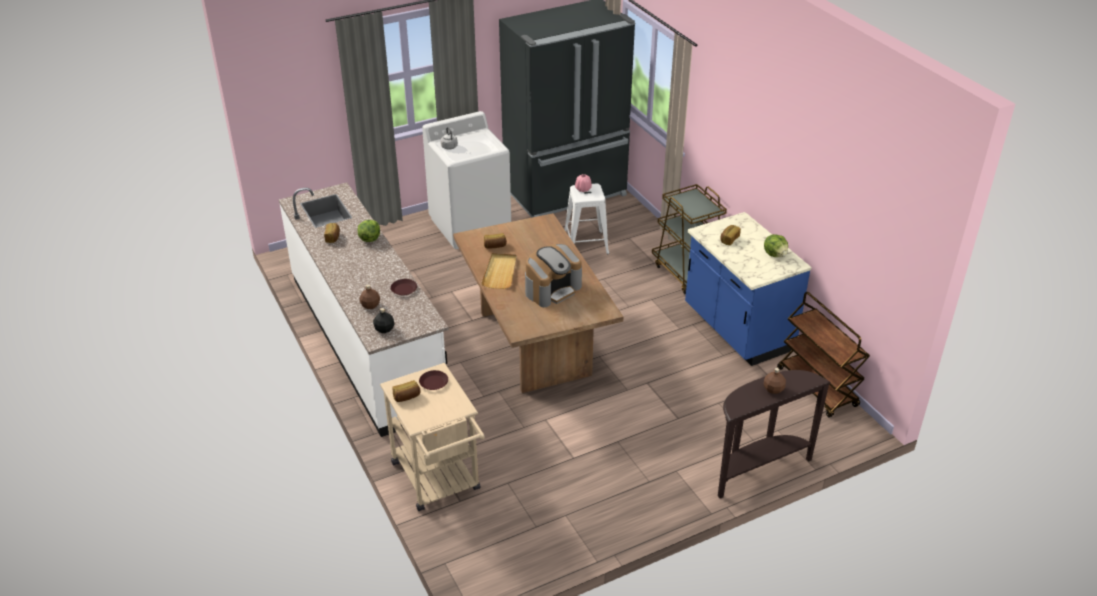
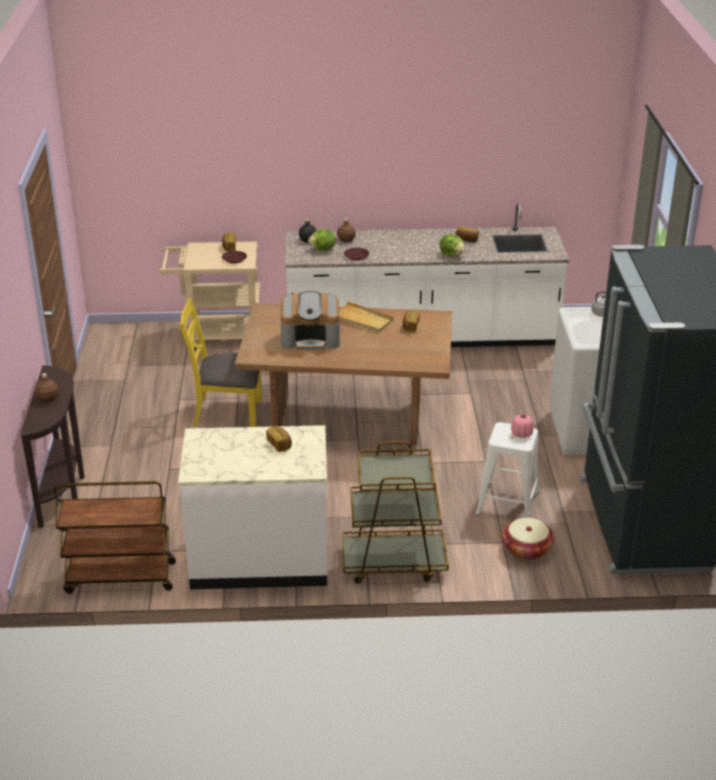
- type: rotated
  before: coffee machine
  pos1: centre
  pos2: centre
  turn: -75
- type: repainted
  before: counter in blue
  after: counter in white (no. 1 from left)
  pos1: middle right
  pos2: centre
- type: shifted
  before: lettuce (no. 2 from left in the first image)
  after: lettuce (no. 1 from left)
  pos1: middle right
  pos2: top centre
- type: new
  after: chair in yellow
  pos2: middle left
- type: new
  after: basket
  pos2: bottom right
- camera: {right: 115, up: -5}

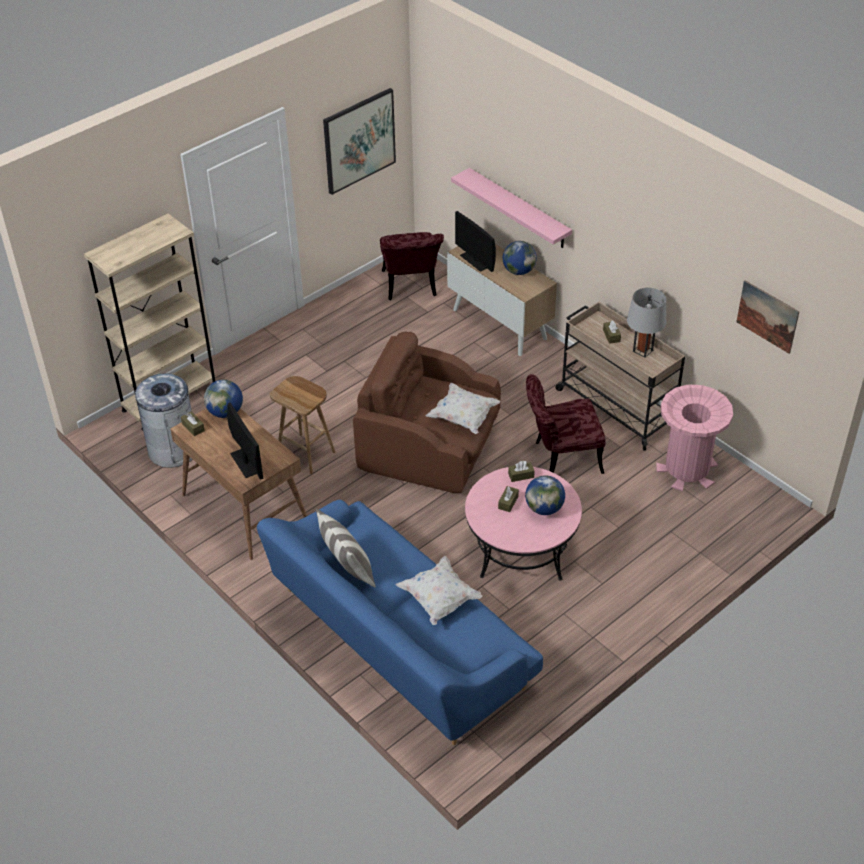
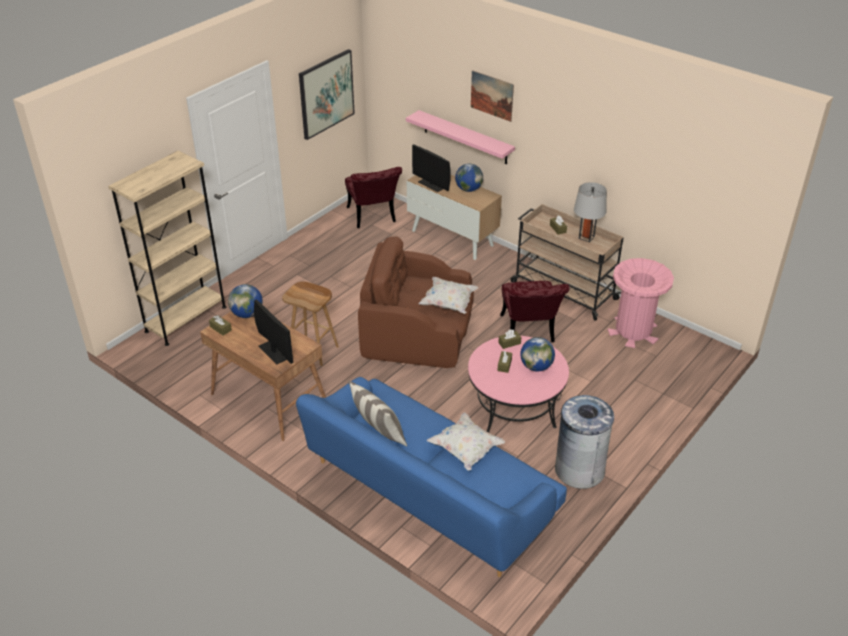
- type: shifted
  before: trash can in grey
  pos1: middle left
  pos2: bottom right
- type: rotated
  before: chair in red (no. 2 from left)
  pos1: centre
  pos2: centre
  turn: -75
- type: shifted
  before: picture (no. 2 from left)
  pos1: middle right
  pos2: top centre
- camera: {right: -10, up: -5}

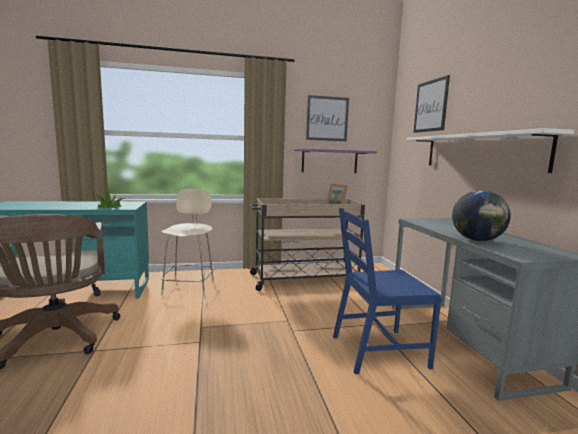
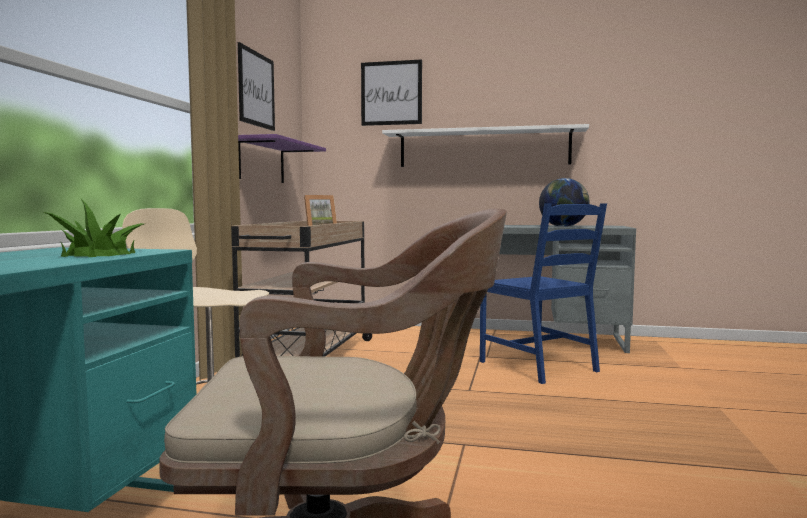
- type: rotated
  before: chair in blue
  pos1: bottom right
  pos2: middle right
  turn: -45
- camera: {right: -65, up: -5}

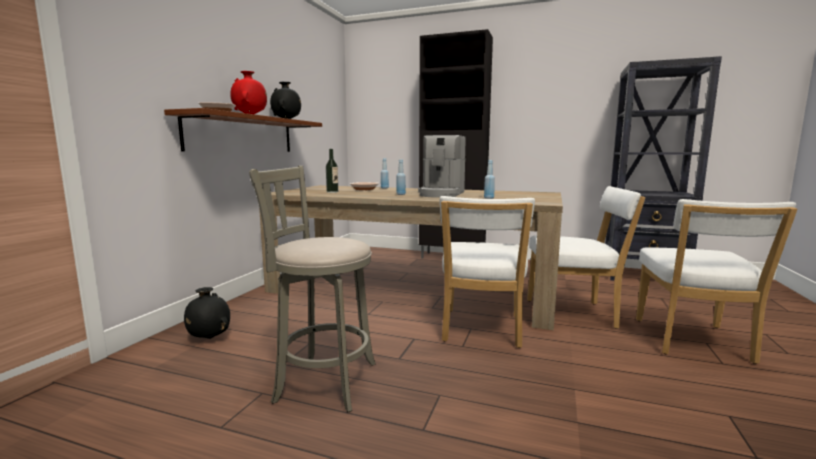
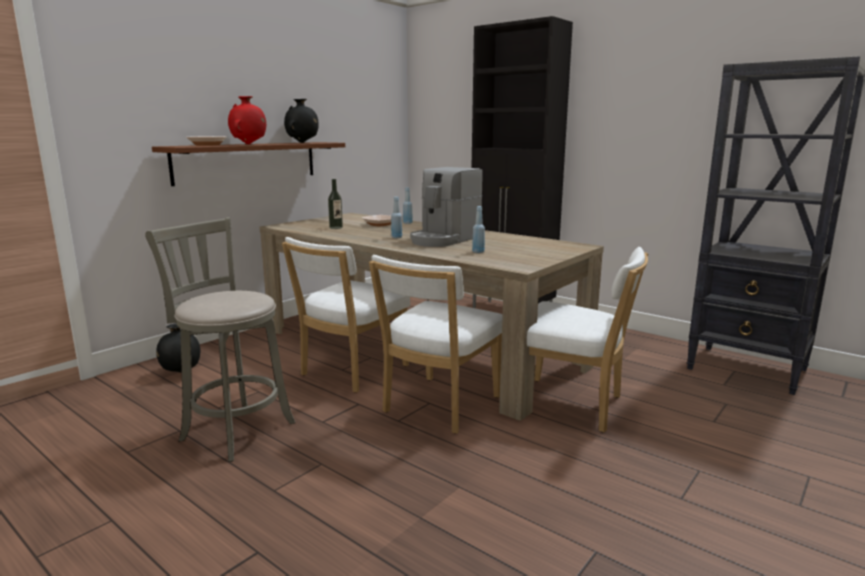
- type: shifted
  before: chair in white (no. 3 from left in the first image)
  after: chair in white (no. 1 from left)
  pos1: middle right
  pos2: centre
- camera: {right: 20, up: 5}

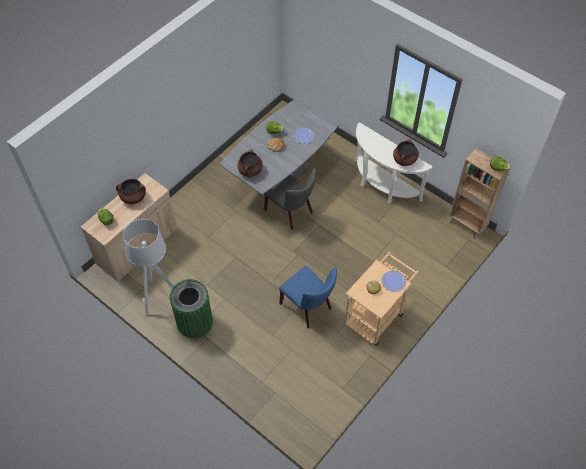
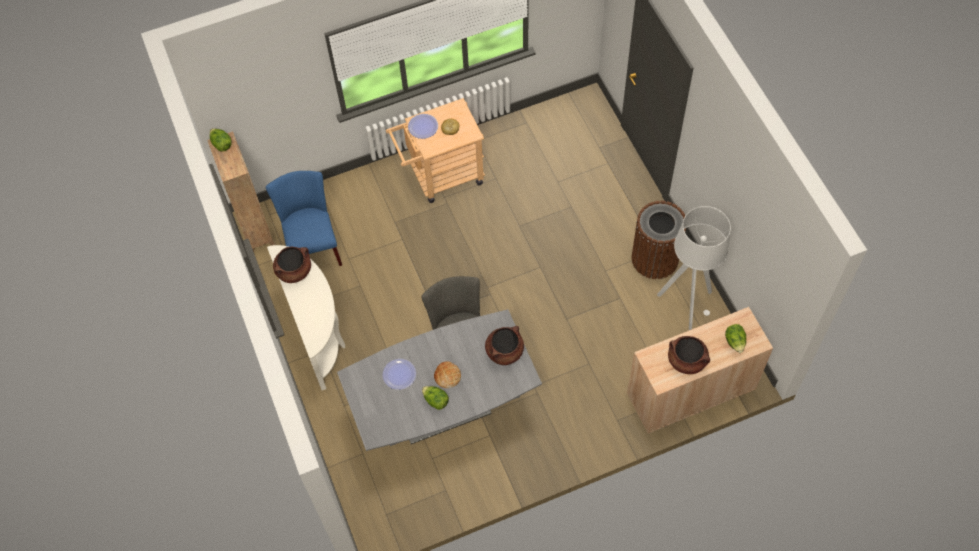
- type: repainted
  before: trash can in green
  after: trash can in brown
  pos1: middle left
  pos2: middle right
- type: shifted
  before: chair in blue
  pos1: centre
  pos2: middle left
- camera: {right: -150, up: 5}

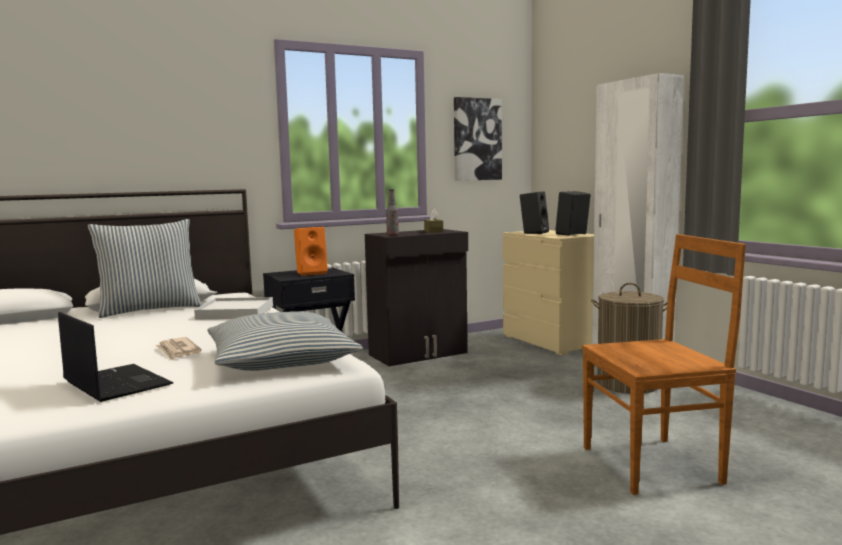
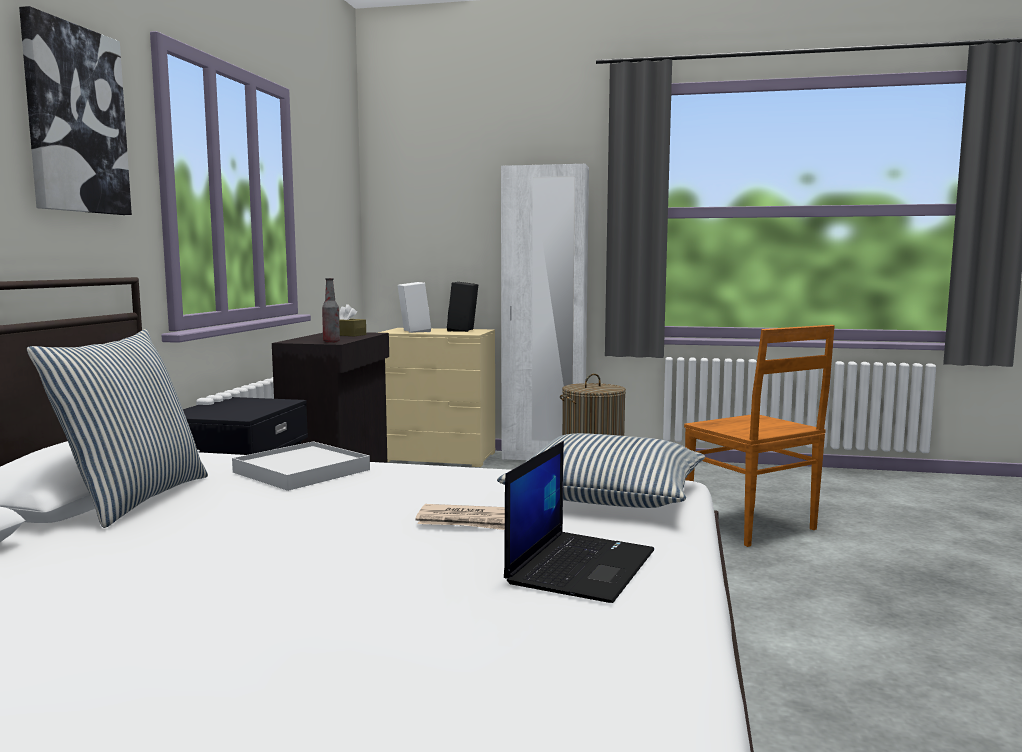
- type: rotated
  before: laptop
  pos1: middle left
  pos2: bottom centre
  turn: 120
- type: gone
  before: speaker in orange
  pos1: centre
- type: shifted
  before: picture
  pos1: top centre
  pos2: top left
- type: repainted
  before: speaker in black (no. 1 from left)
  after: speaker in white
  pos1: centre
  pos2: centre
- type: rotated
  before: chair in brown
  pos1: bottom right
  pos2: middle right
  turn: 120
- camera: {right: -50, up: 0}

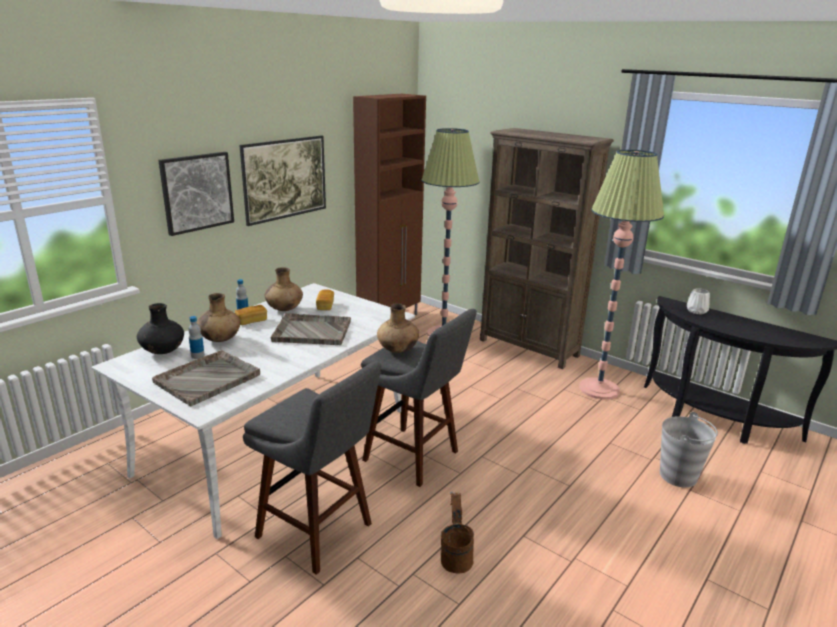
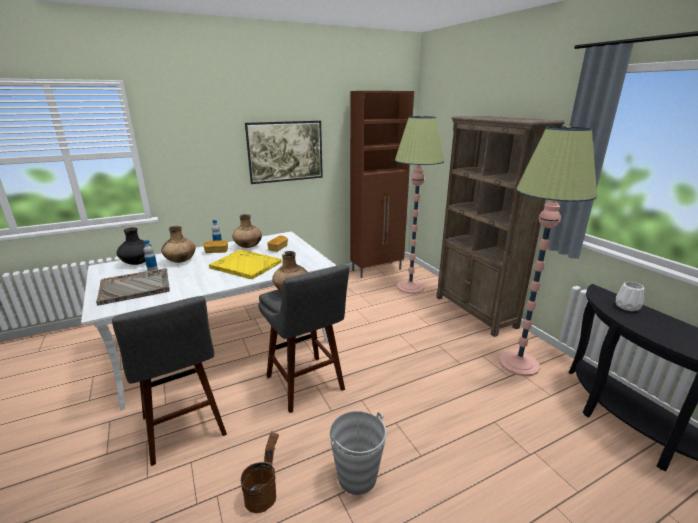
- type: gone
  before: picture (no. 1 from left)
  pos1: top left
- type: repainted
  before: tray in grey (no. 2 from left)
  after: tray in yellow
  pos1: centre
  pos2: centre
- type: shifted
  before: bucket in grey
  pos1: bottom right
  pos2: bottom centre
- camera: {right: 25, up: 0}

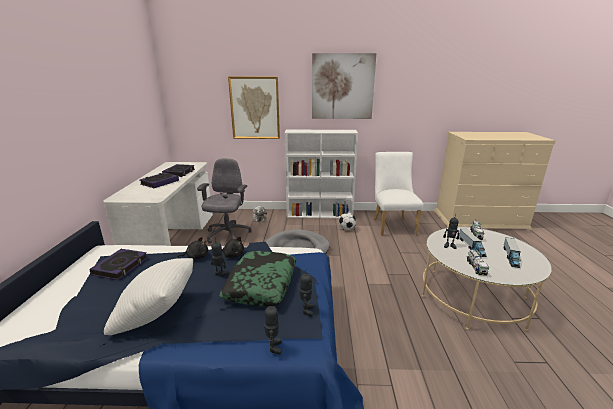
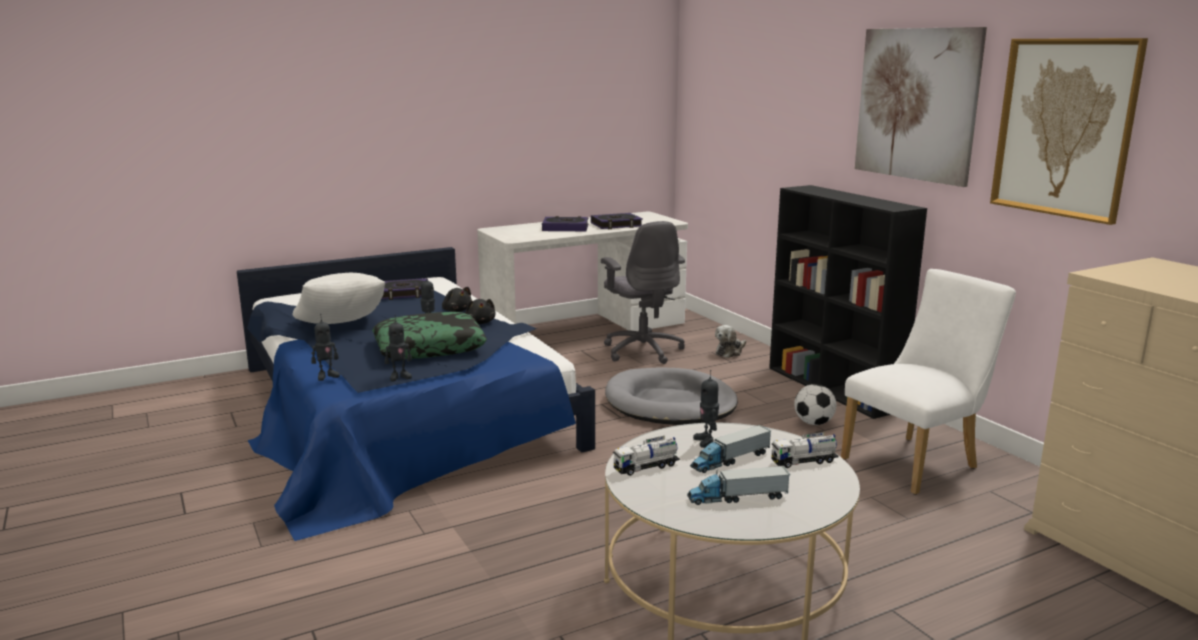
- type: rotated
  before: office chair in grey
  pos1: centre
  pos2: centre
  turn: 90
- type: shifted
  before: picture (no. 1 from left in the first image)
  after: picture (no. 2 from left)
  pos1: top centre
  pos2: top right
- type: repainted
  before: bookcase in white
  after: bookcase in black
  pos1: centre
  pos2: middle right
- camera: {right: 60, up: -5}

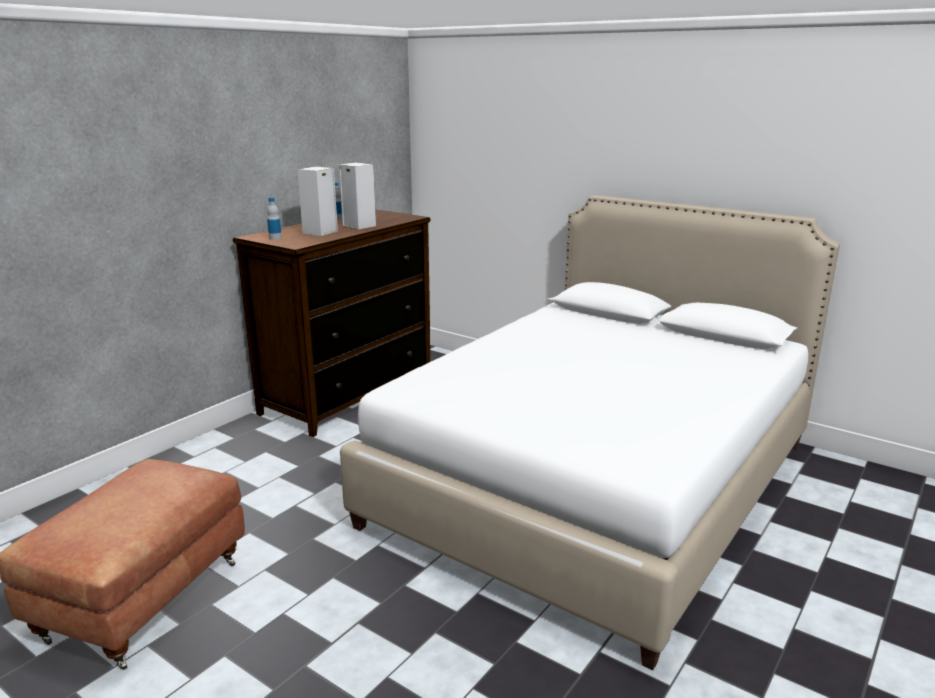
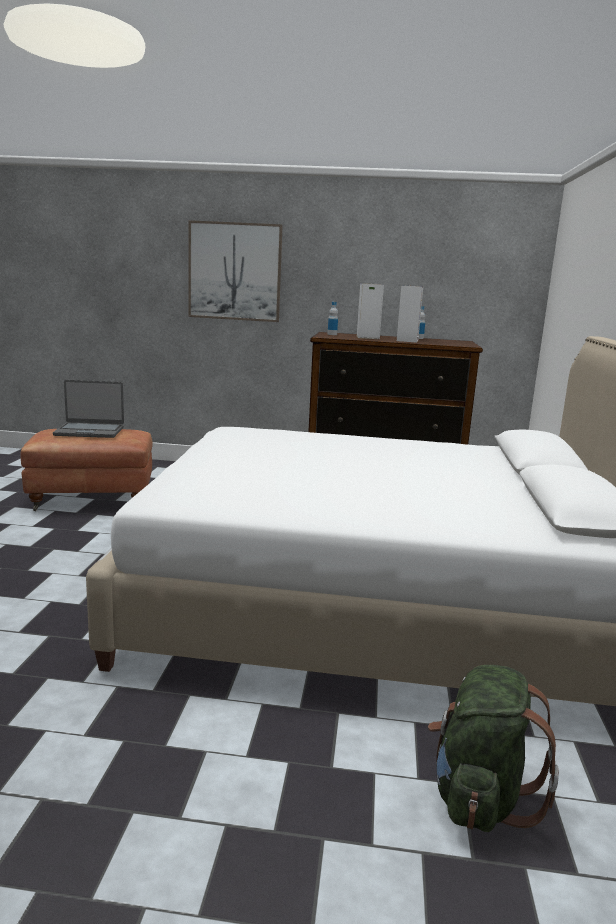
- type: new
  after: laptop
  pos2: middle left
- type: new
  after: picture
  pos2: top centre
- type: new
  after: backpack in green
  pos2: bottom right
- camera: {right: 60, up: -5}

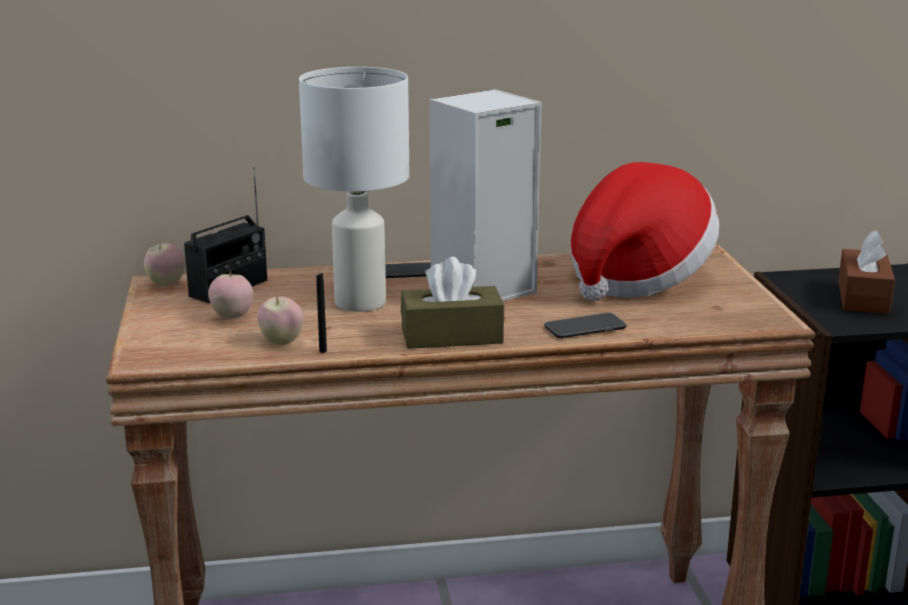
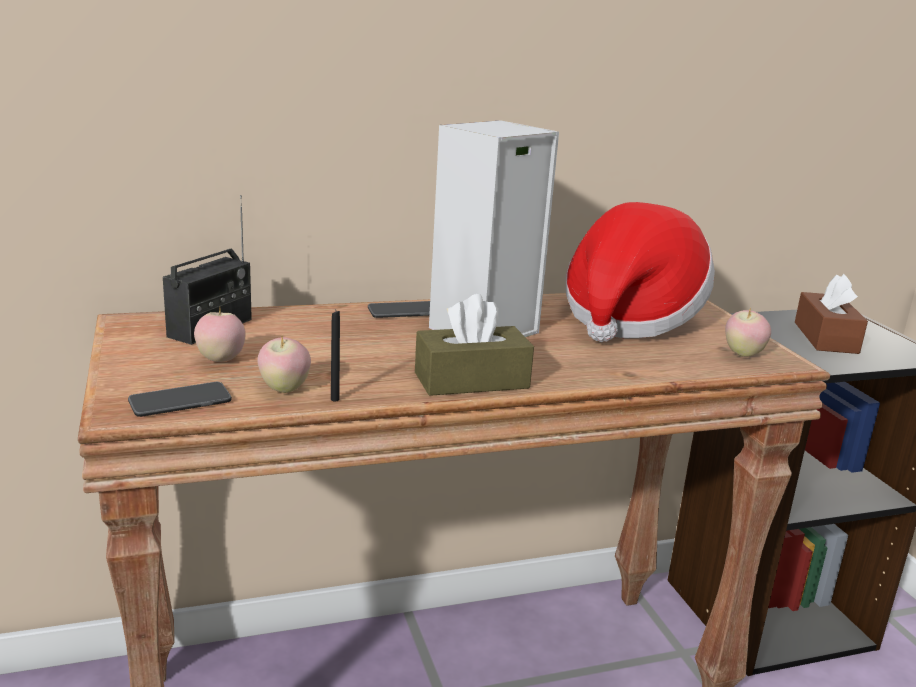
- type: shifted
  before: apple (no. 1 from left in the first image)
  after: apple (no. 3 from left)
  pos1: middle left
  pos2: middle right
- type: gone
  before: table lamp in white
  pos1: top centre
- type: shifted
  before: phone (no. 2 from left in the first image)
  after: phone (no. 1 from left)
  pos1: centre
  pos2: middle left
- camera: {right: -10, up: 0}

